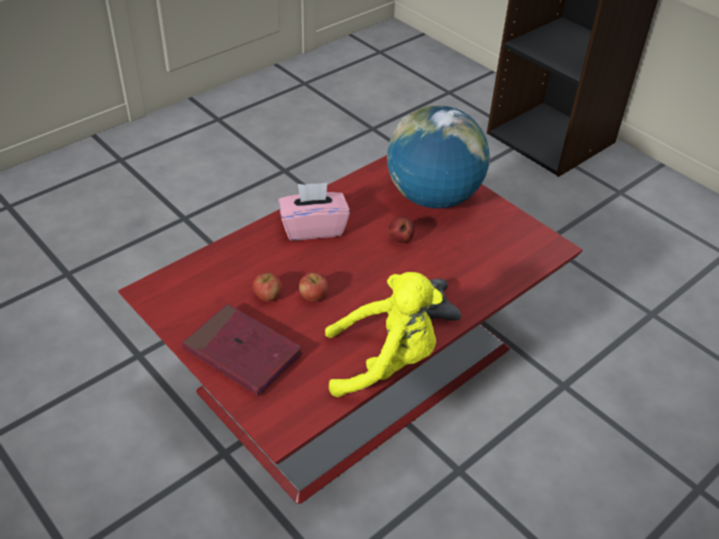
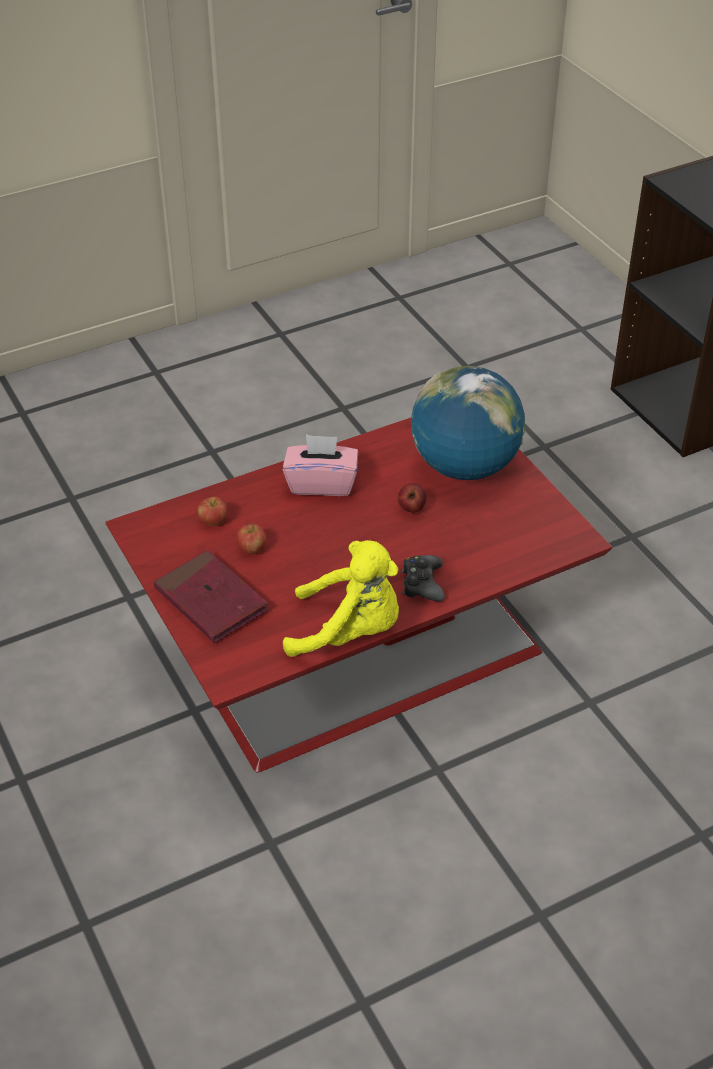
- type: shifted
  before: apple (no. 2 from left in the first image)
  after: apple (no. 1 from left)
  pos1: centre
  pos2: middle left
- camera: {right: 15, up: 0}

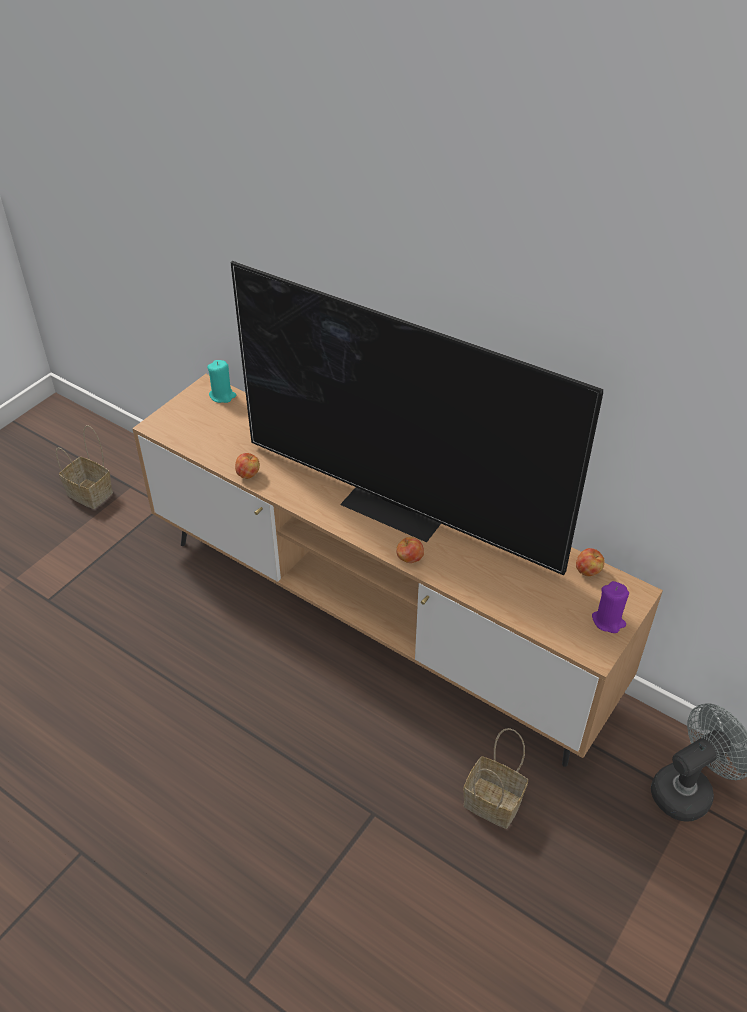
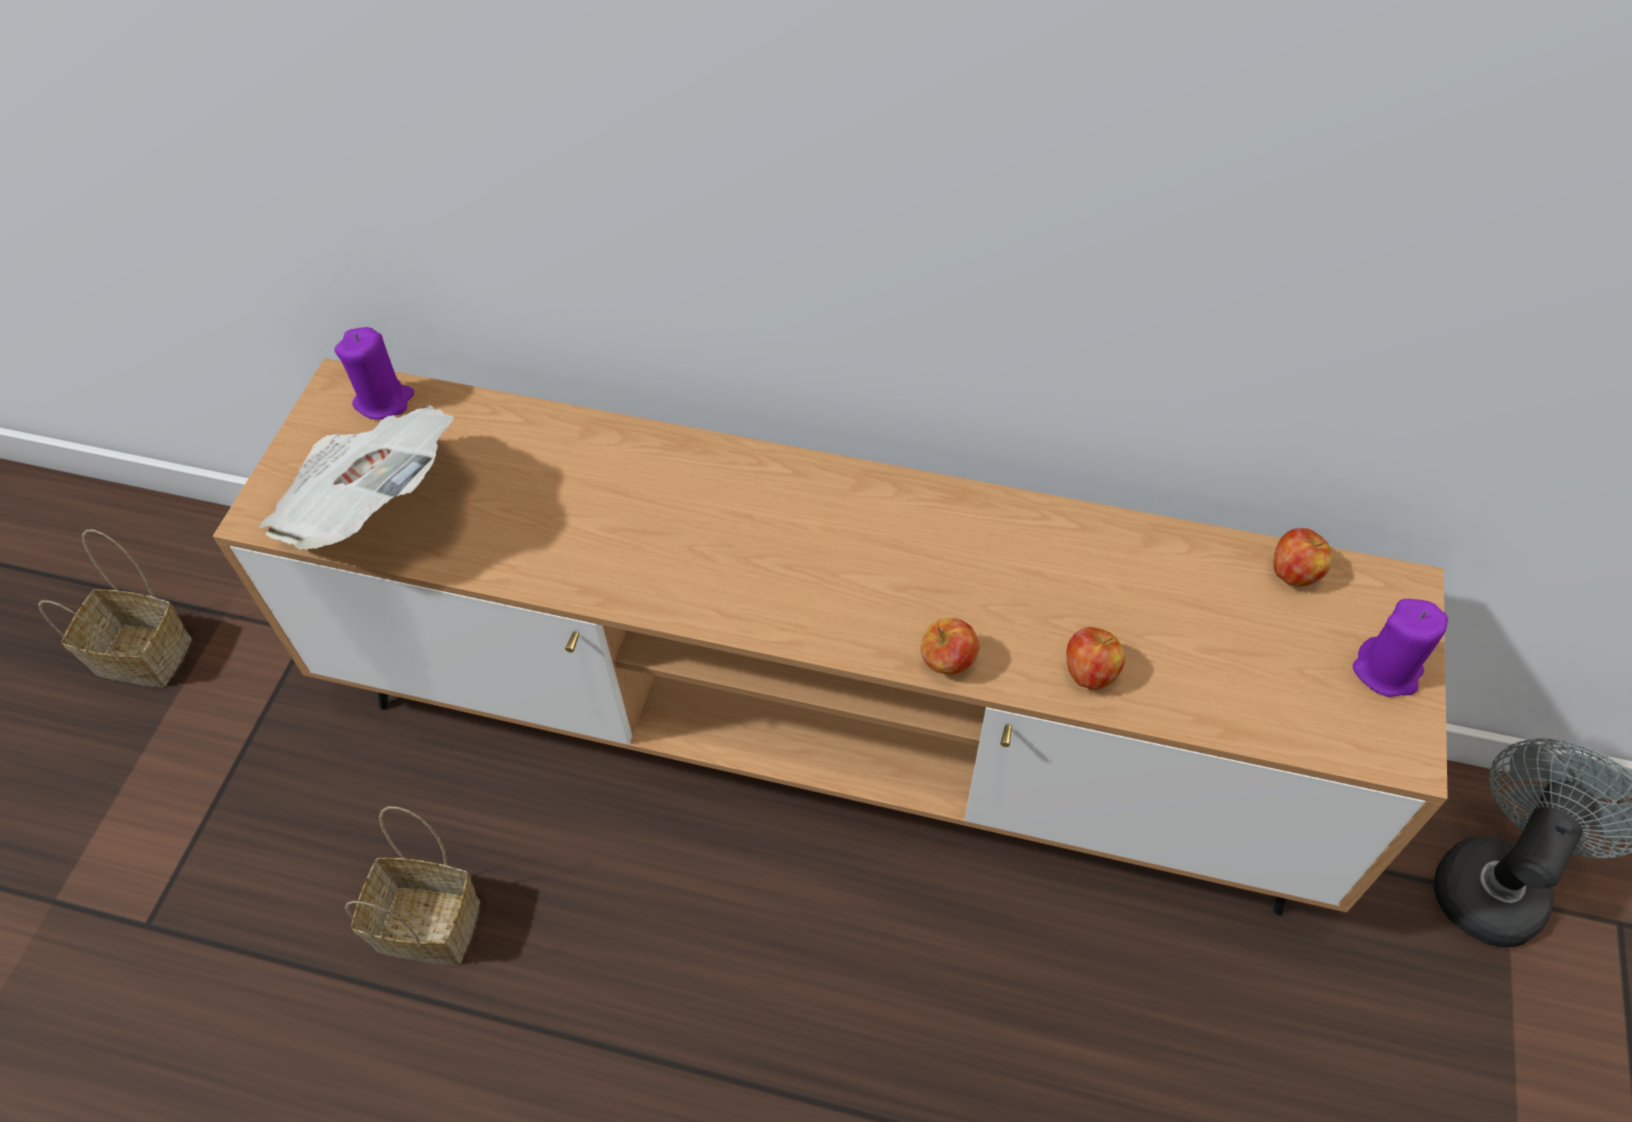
- type: repainted
  before: candle in turquoise
  after: candle in purple (no. 1 from left)
  pos1: middle left
  pos2: top left
- type: gone
  before: television
  pos1: centre
- type: shifted
  before: apple (no. 1 from left in the first image)
  after: apple (no. 2 from left)
  pos1: middle left
  pos2: middle right
- type: shifted
  before: basket (no. 2 from left)
  pos1: bottom centre
  pos2: bottom left
- type: new
  after: newspaper
  pos2: middle left
- camera: {right: -20, up: 10}

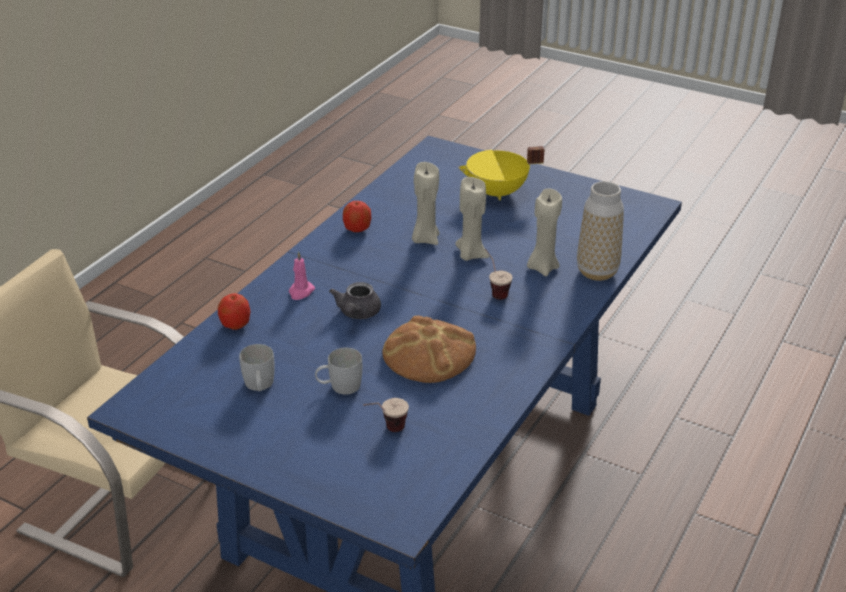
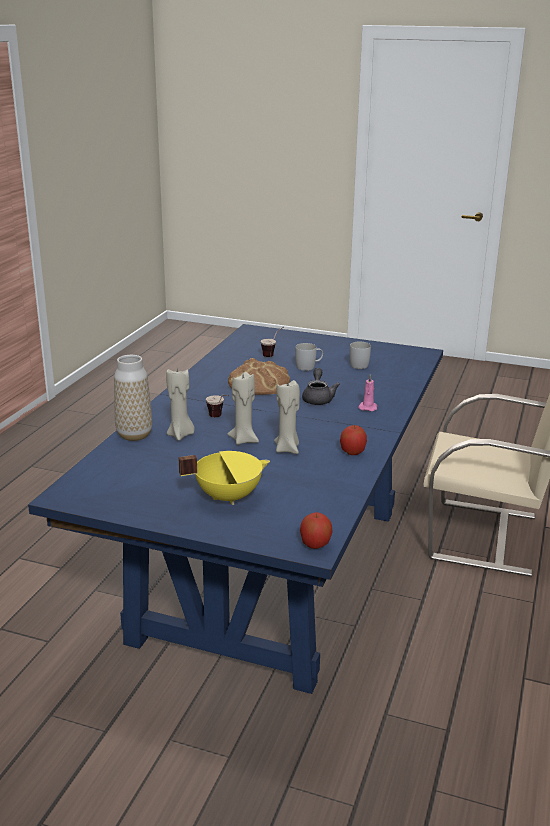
- type: shifted
  before: apple (no. 1 from left)
  pos1: middle left
  pos2: centre
- camera: {right: 170, up: -10}

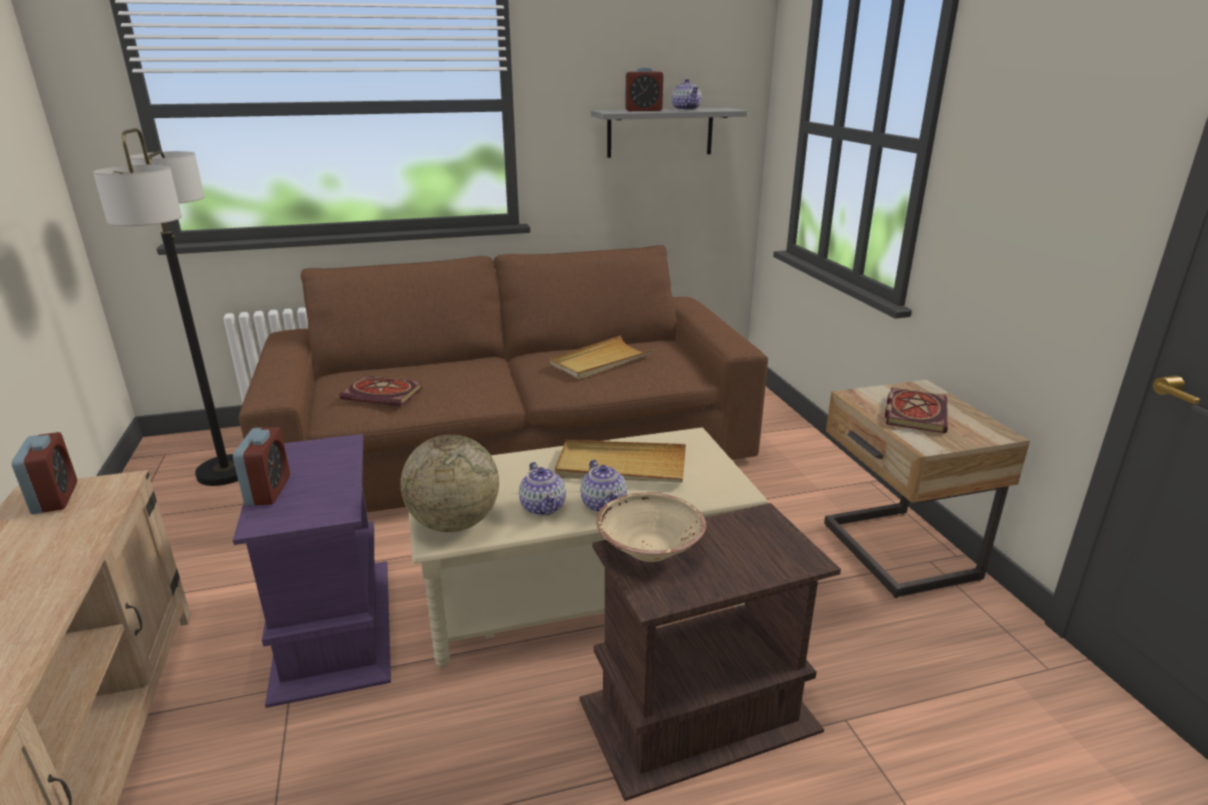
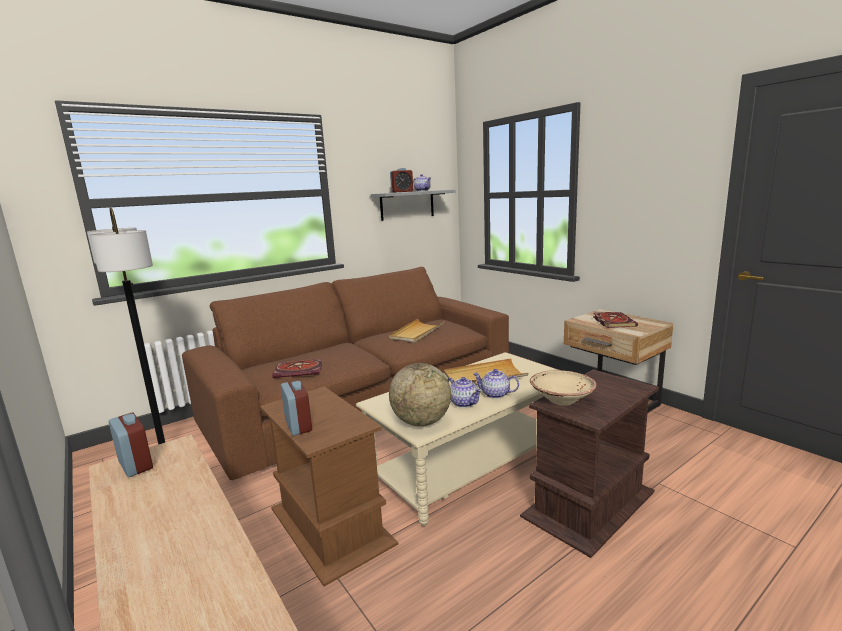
- type: repainted
  before: side table in purple
  after: side table in brown (no. 1 from left)
  pos1: bottom left
  pos2: bottom centre
- type: rotated
  before: teapot (no. 2 from left in the first image)
  pos1: centre
  pos2: centre
  turn: 150
- camera: {right: -20, up: -10}

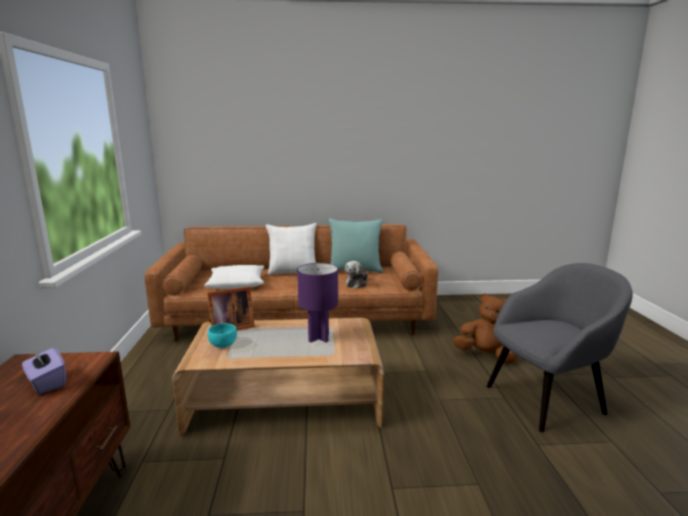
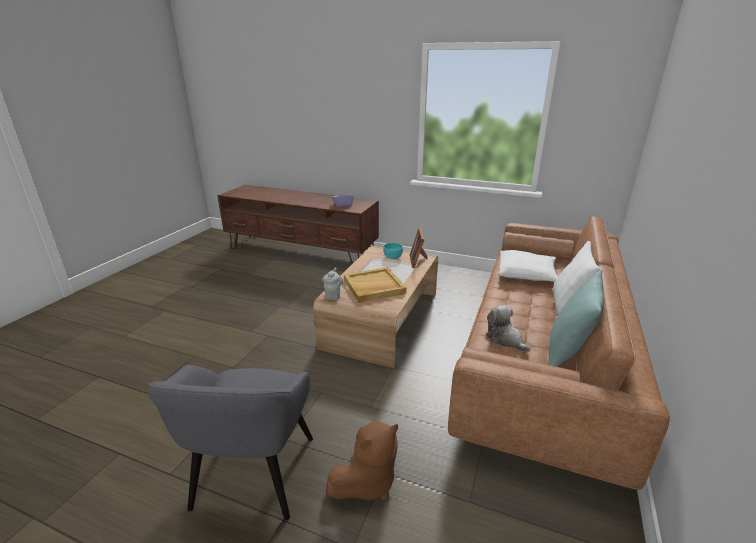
- type: swapped
  before: table lamp in purple
  after: tray in beige
  pos1: centre
  pos2: centre
- type: new
  after: teapot in grey
  pos2: centre
- camera: {right: 115, up: 10}

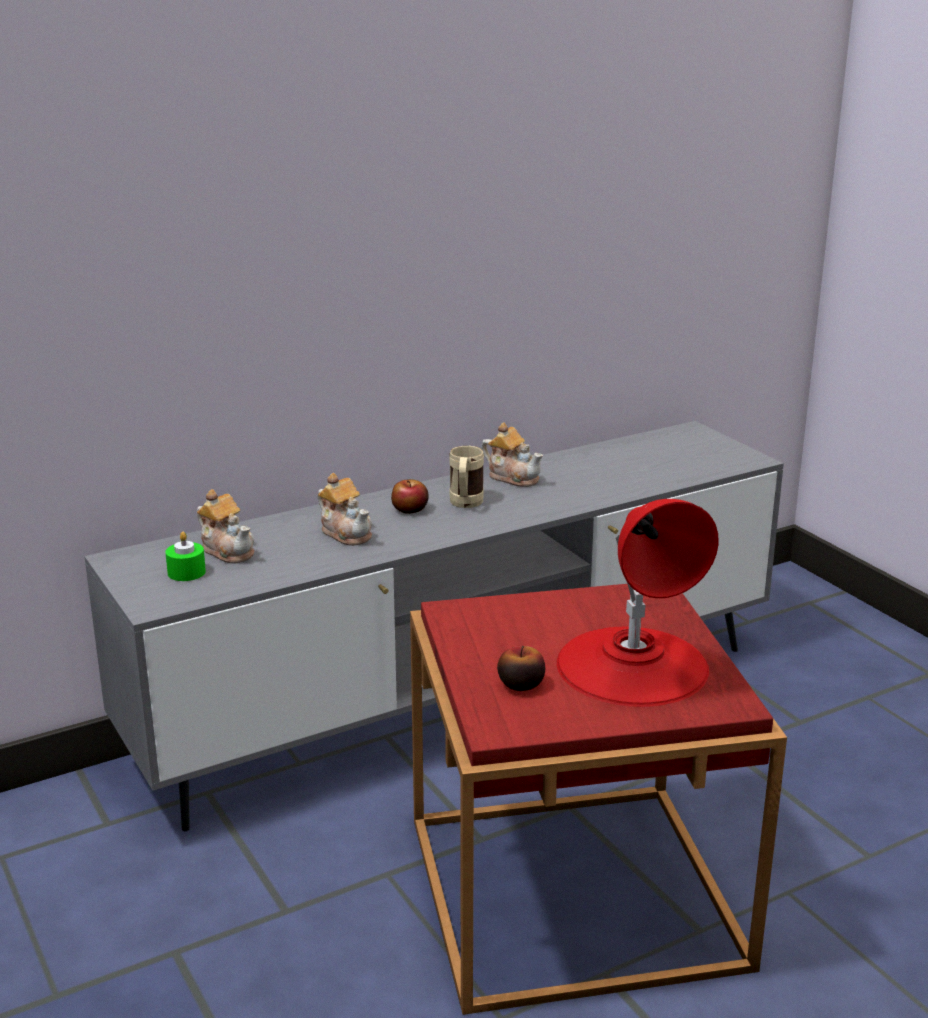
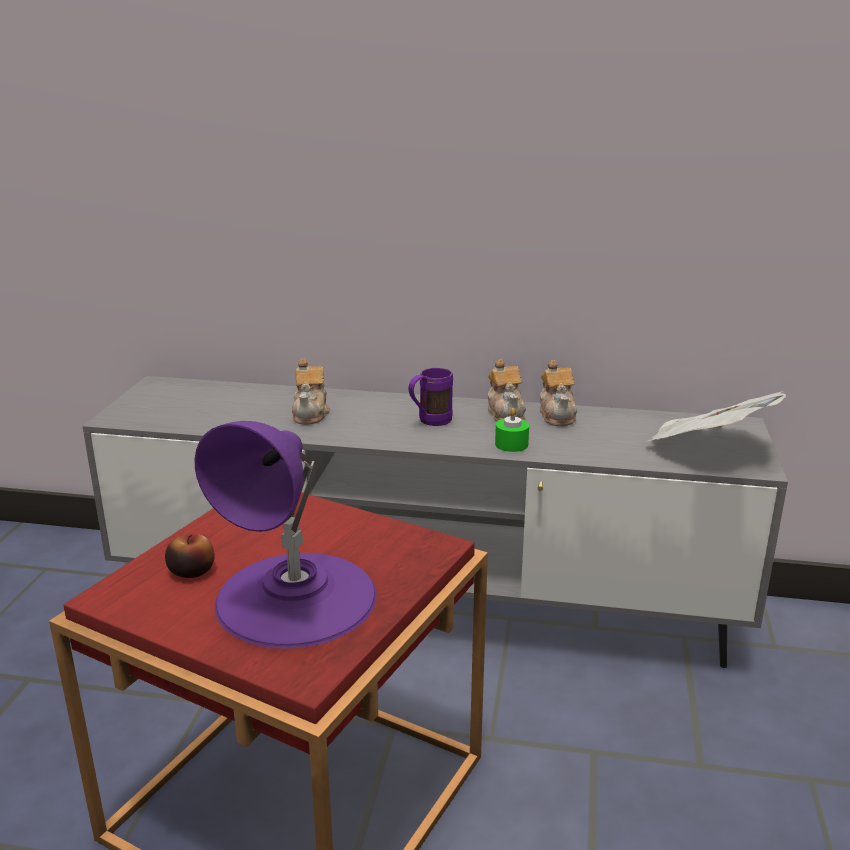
- type: shifted
  before: candle in green
  pos1: middle left
  pos2: centre
- type: shifted
  before: teapot (no. 1 from left in the first image)
  after: teapot (no. 3 from left)
  pos1: middle left
  pos2: centre
- type: gone
  before: apple (no. 1 from left)
  pos1: centre
- type: repainted
  before: mug in beige
  after: mug in purple
  pos1: centre
  pos2: centre
- type: repainted
  before: table lamp in red
  after: table lamp in purple
  pos1: middle right
  pos2: centre
- type: new
  after: newspaper
  pos2: middle right
- camera: {right: 40, up: 0}

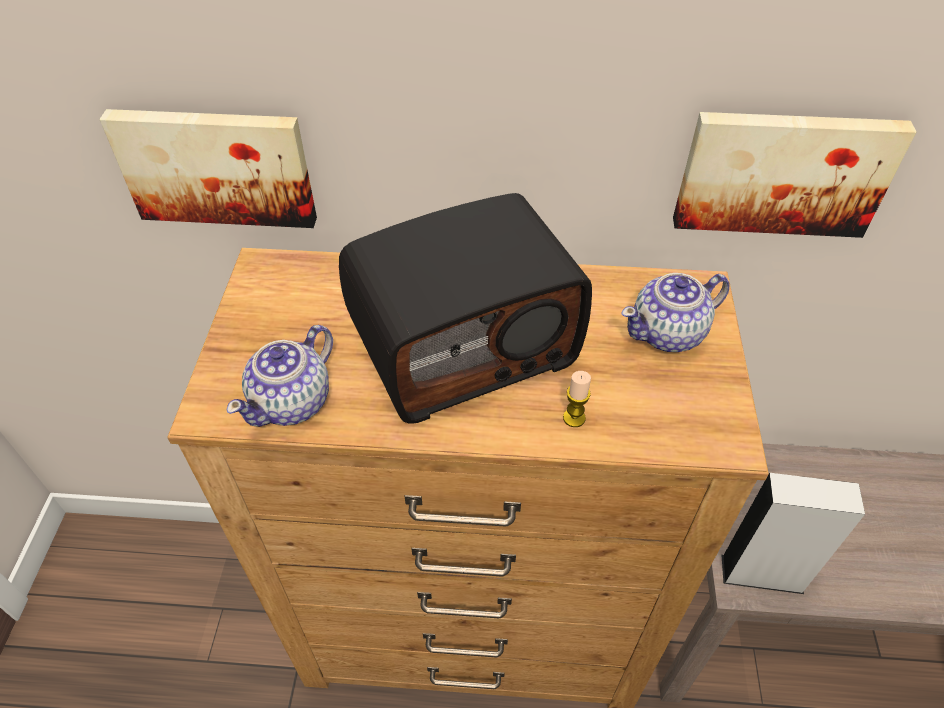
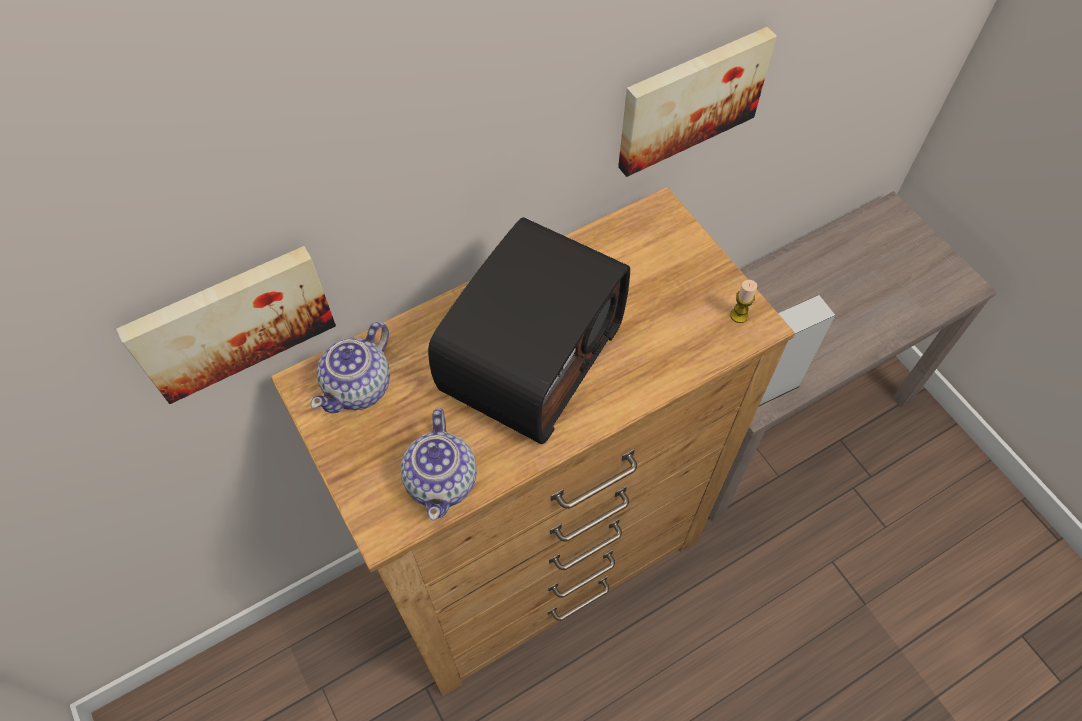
- type: shifted
  before: candle
  pos1: centre
  pos2: middle right
- type: shifted
  before: teapot (no. 2 from left in the first image)
  after: teapot (no. 1 from left)
  pos1: middle right
  pos2: middle left
- camera: {right: -35, up: 10}

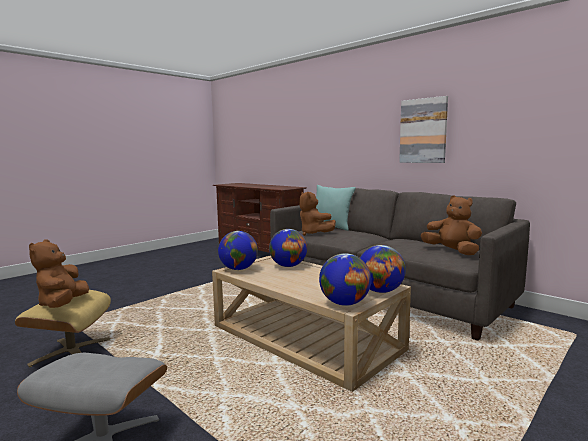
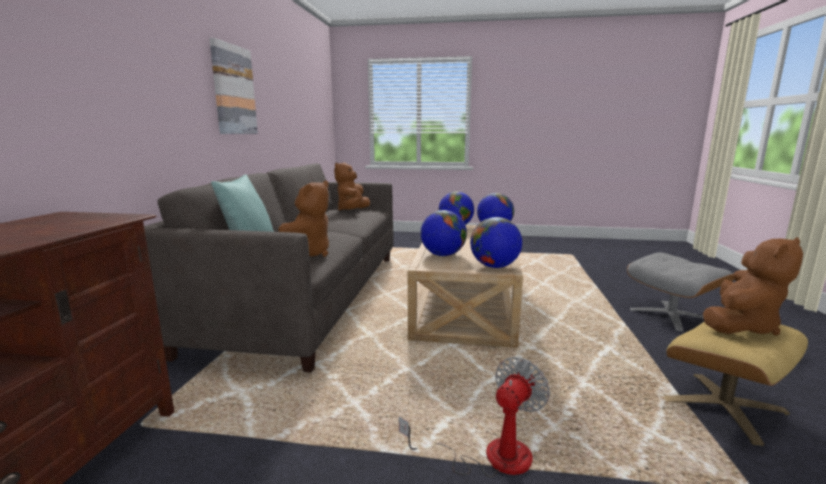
- type: new
  after: fan
  pos2: bottom centre
- camera: {right: -125, up: 5}

